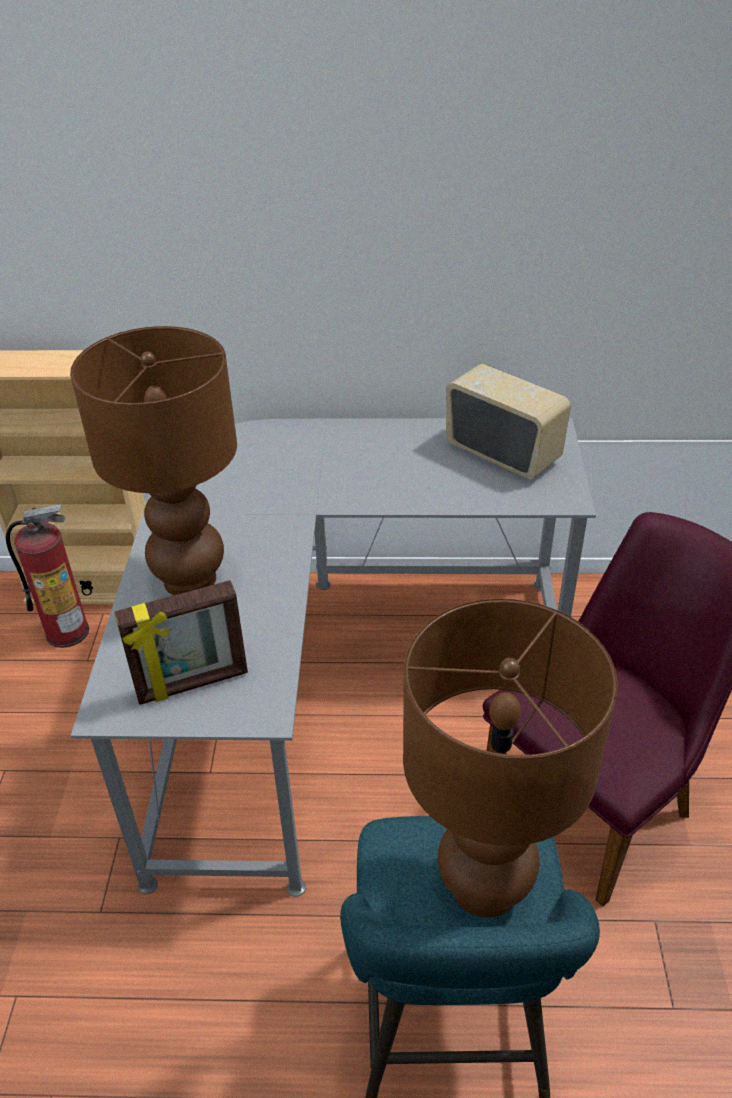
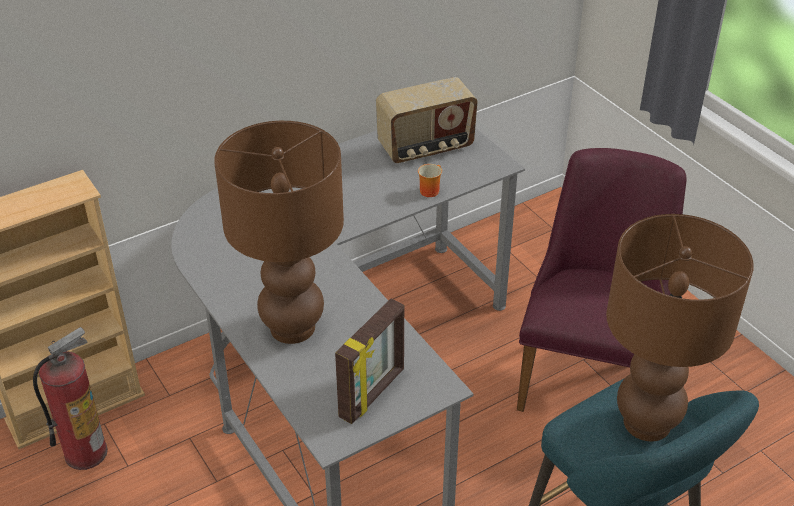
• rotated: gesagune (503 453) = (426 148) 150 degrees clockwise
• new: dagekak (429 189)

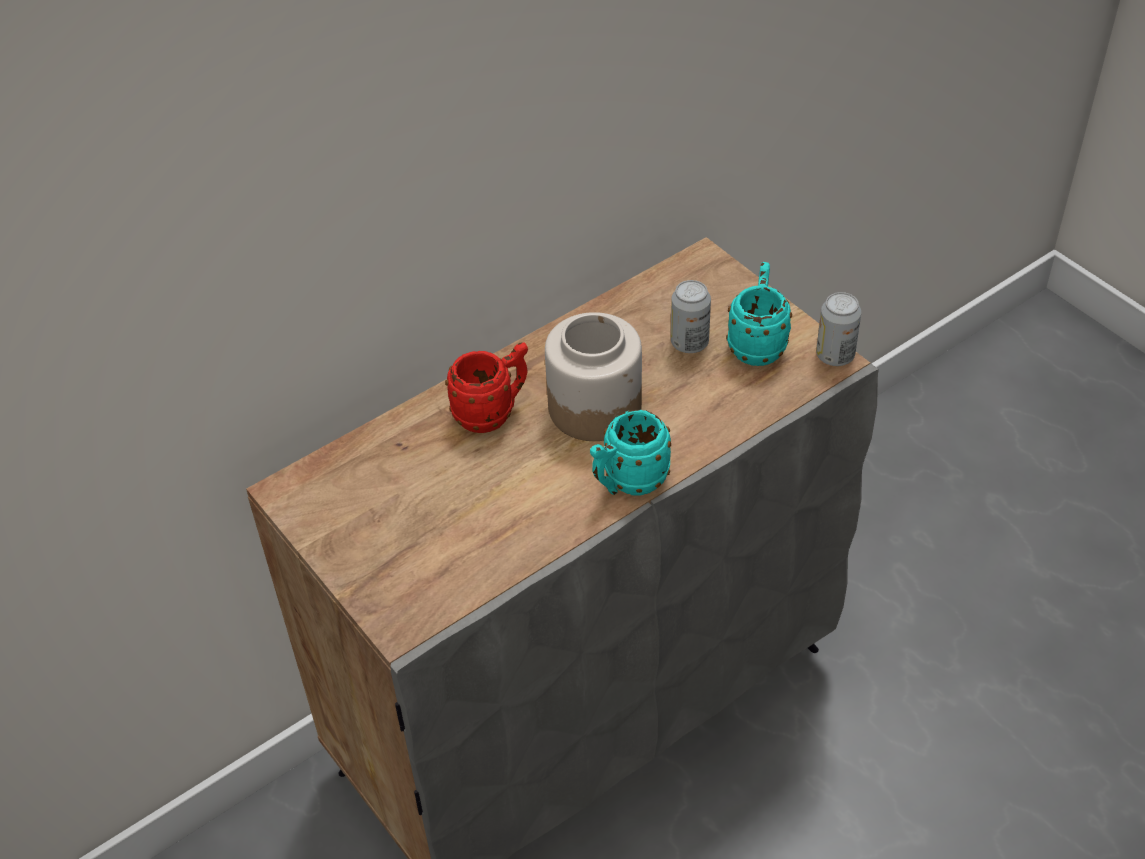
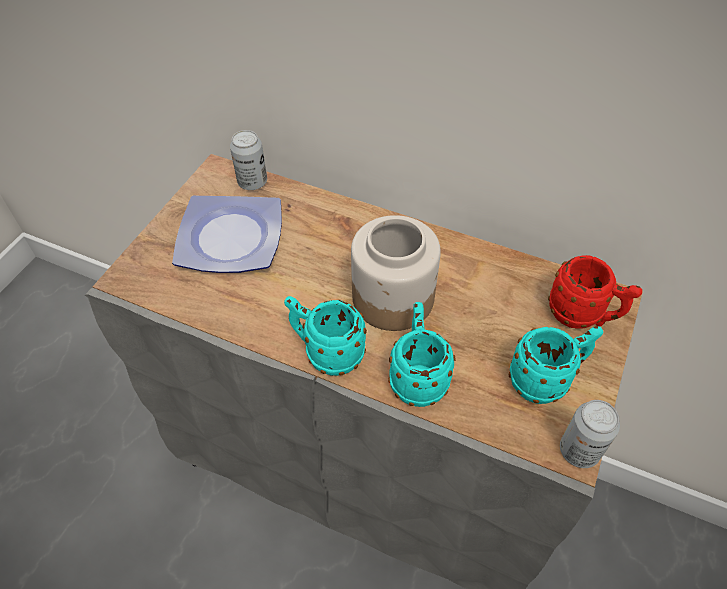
• shifted: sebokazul (689 343) to (252 182)
• shifted: red dagekak (492 412) to (582 316)
• new: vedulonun (233 237)
• new: turquoise dagekak (417 377)

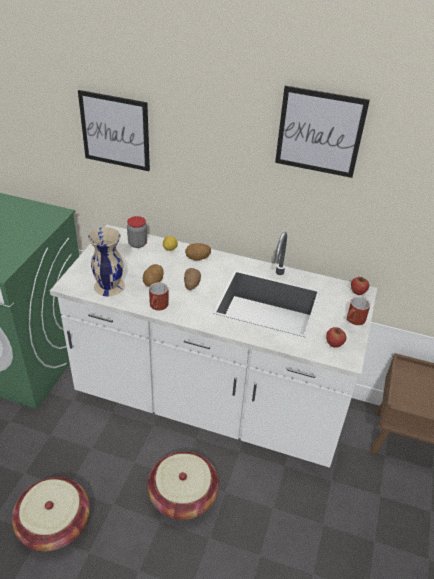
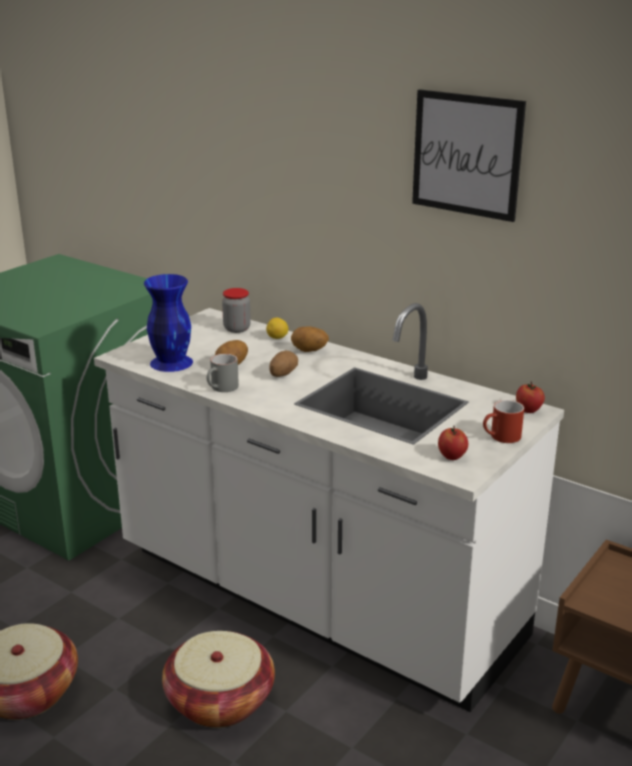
• gone: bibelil (115 131)
• repainted: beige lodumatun (108 286) to blue lodumatun (170 362)
• repainted: red dagekak (158 307) to grey dagekak (222 389)

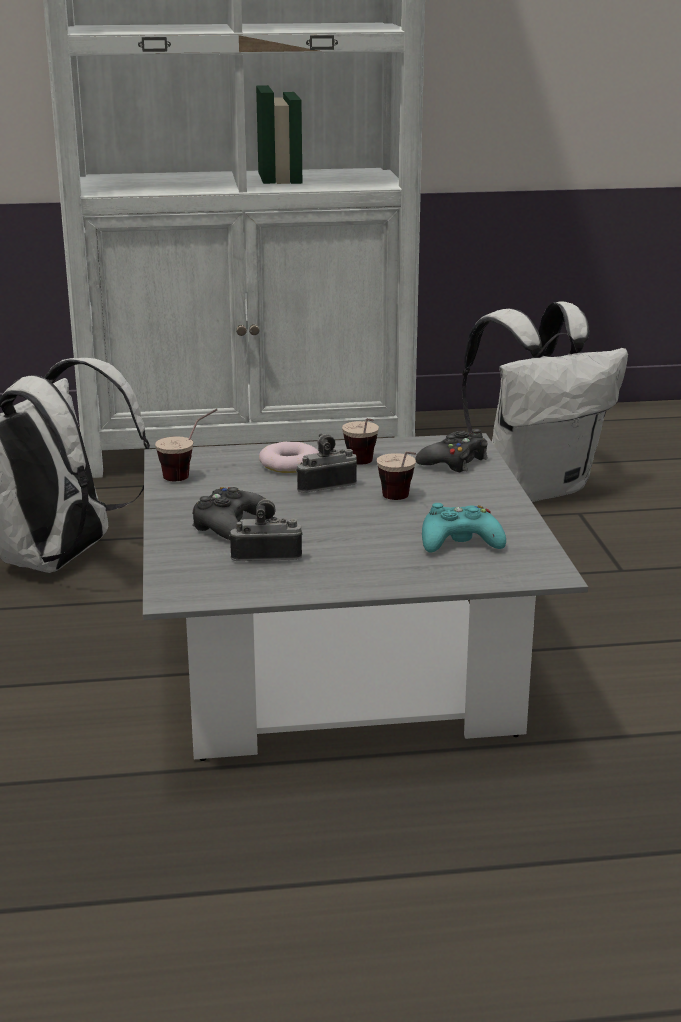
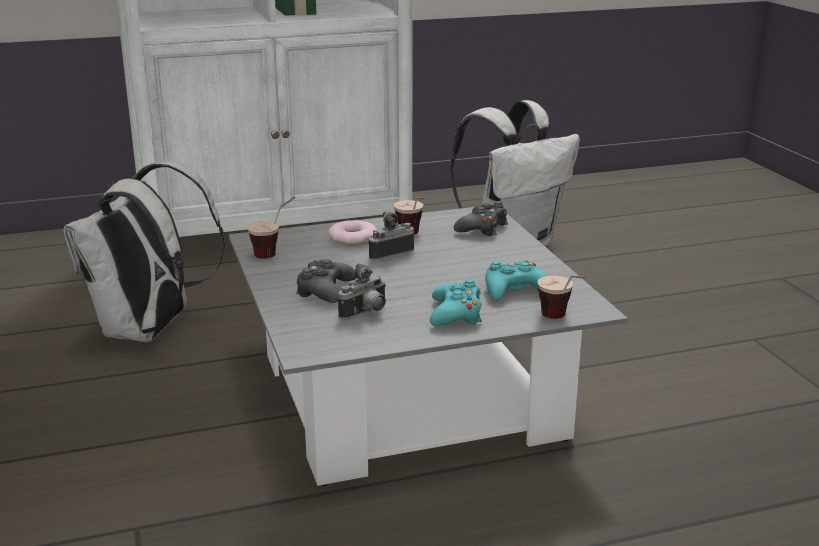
• shifted: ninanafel (401 502) to (561 320)
• rotated: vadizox (266 555) = (366 313) 150 degrees clockwise
• new: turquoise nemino (456 314)

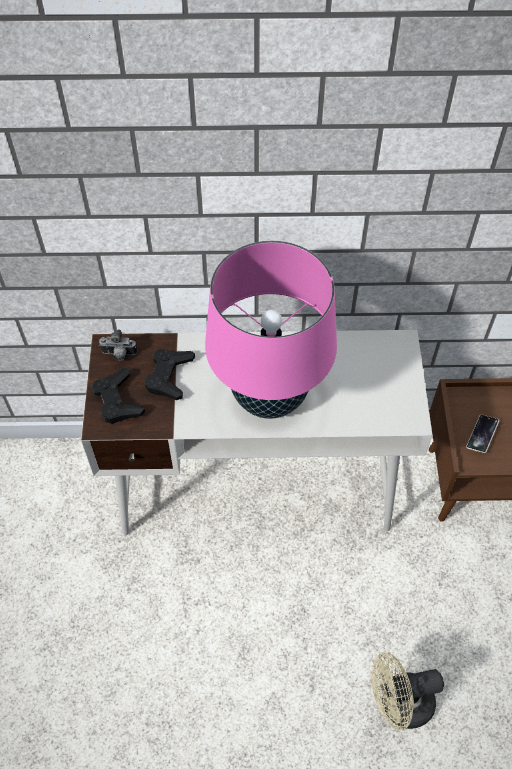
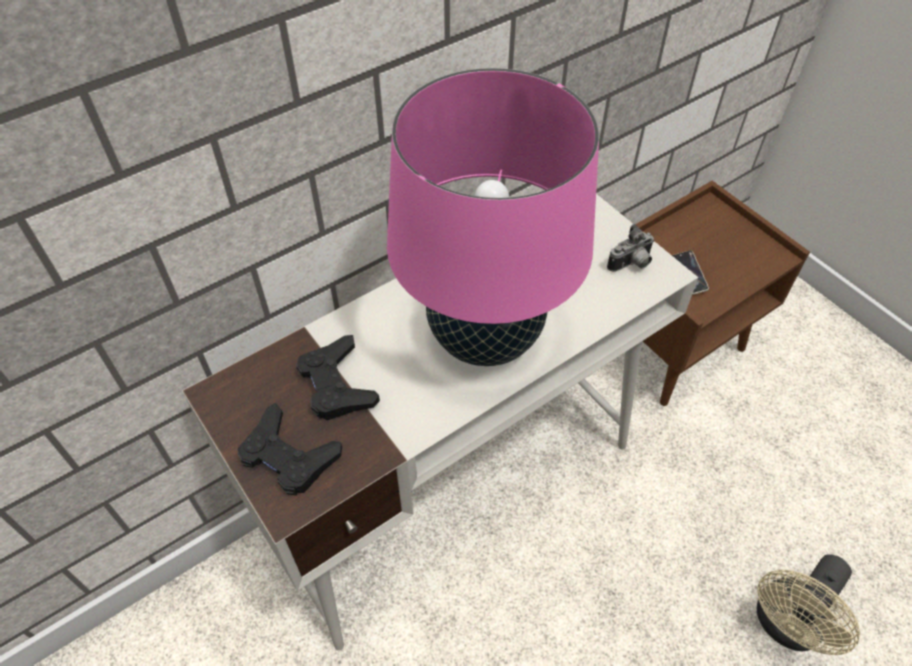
• shifted: vadizox (119 355) to (631 264)

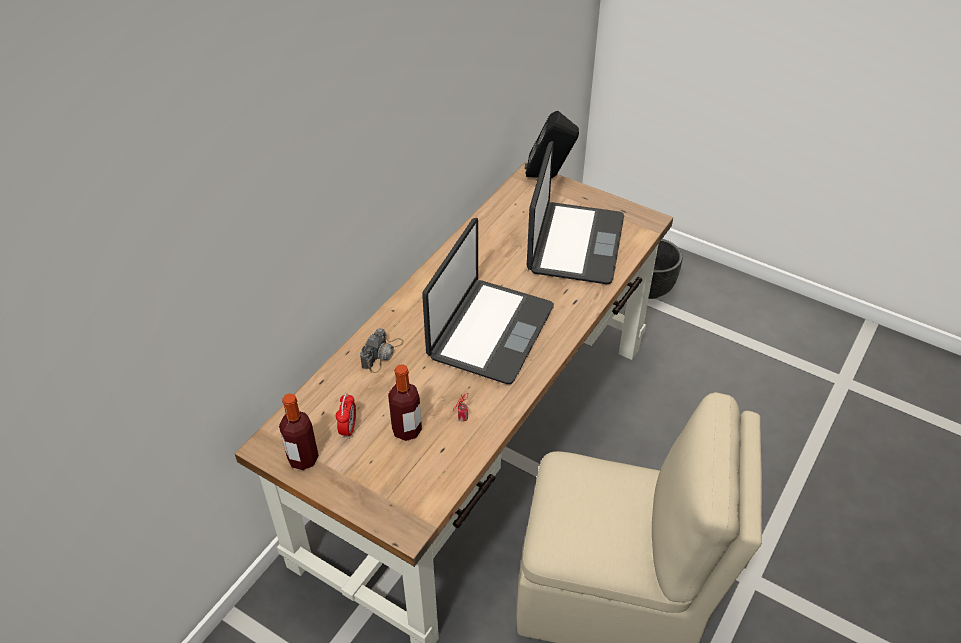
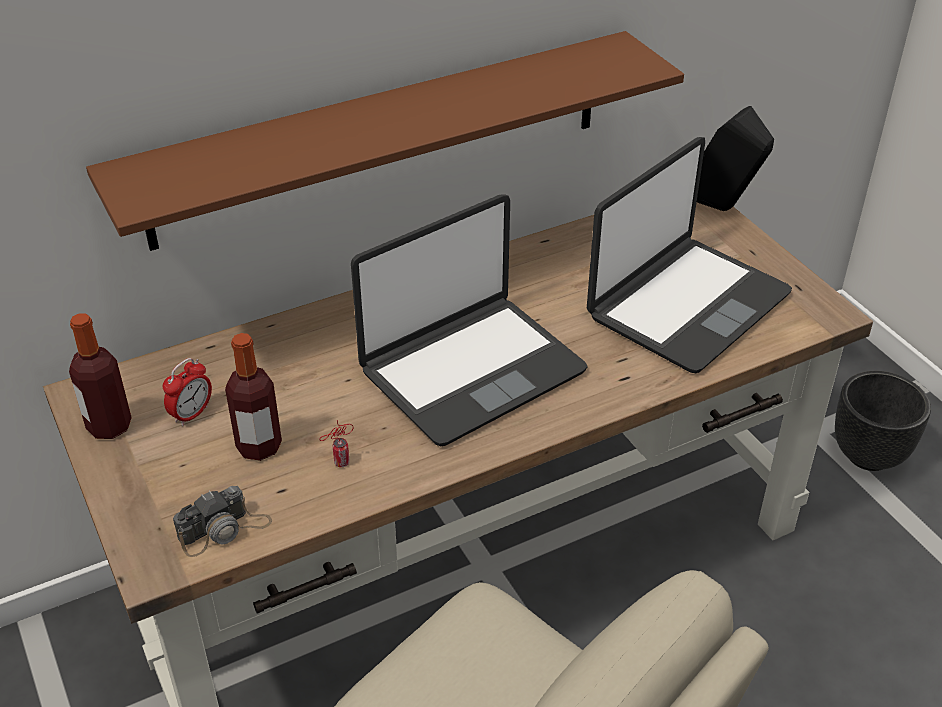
• shifted: vadizox (382 354) to (224 530)
• new: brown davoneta (381 139)

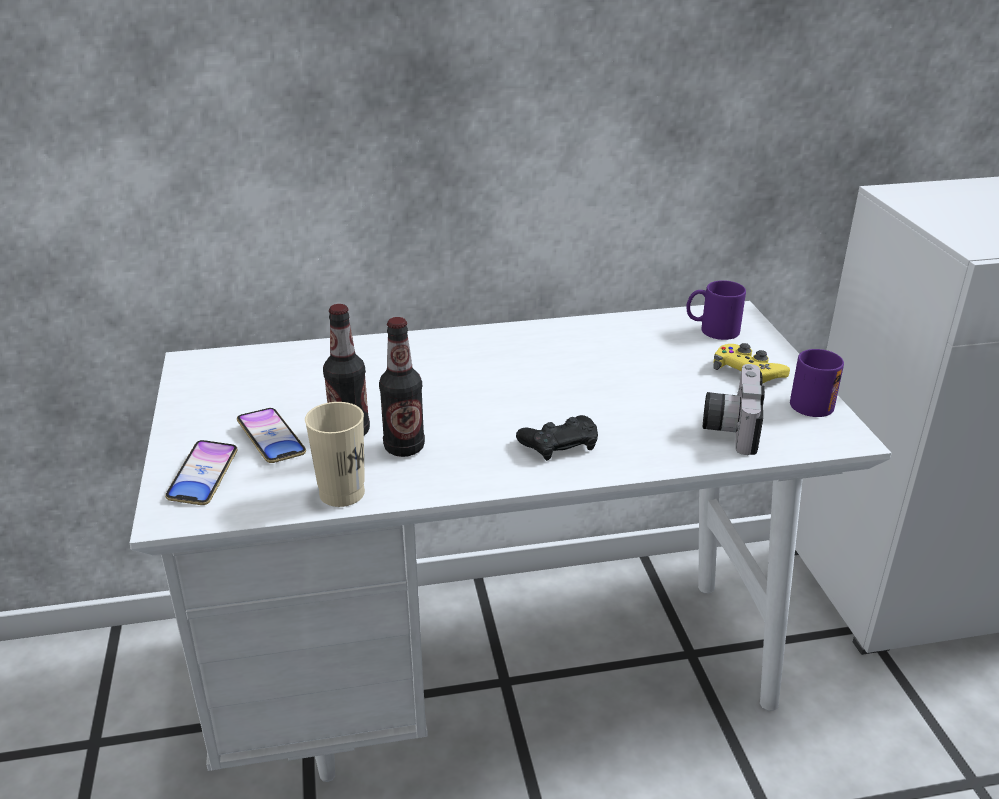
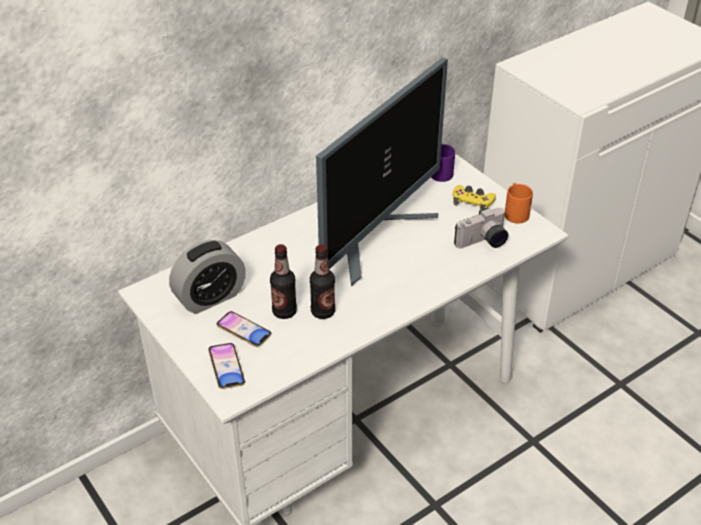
• repainted: purple dagekak (811 400) to orange dagekak (515 212)
• rotated: vadizox (729 426) = (483 242) 105 degrees counterclockwise
• gone: beige ninanafel (342 493)
• gone: black nemino (559 444)
• new: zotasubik (376 235)
• new: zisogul (210 297)

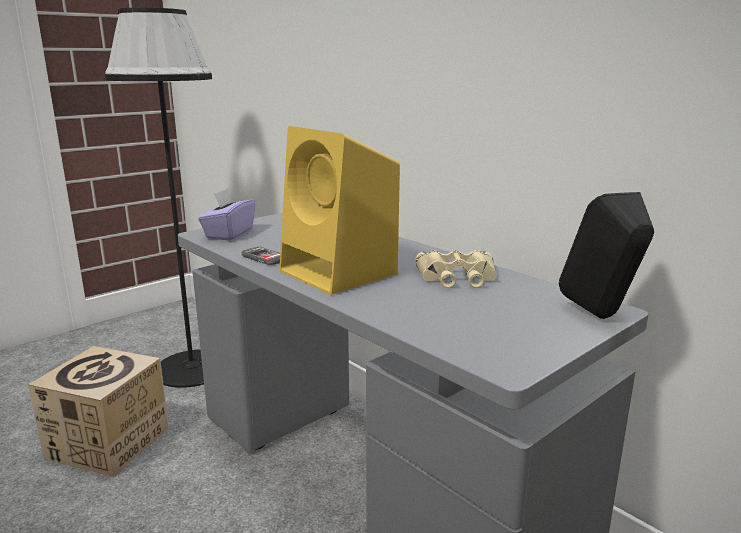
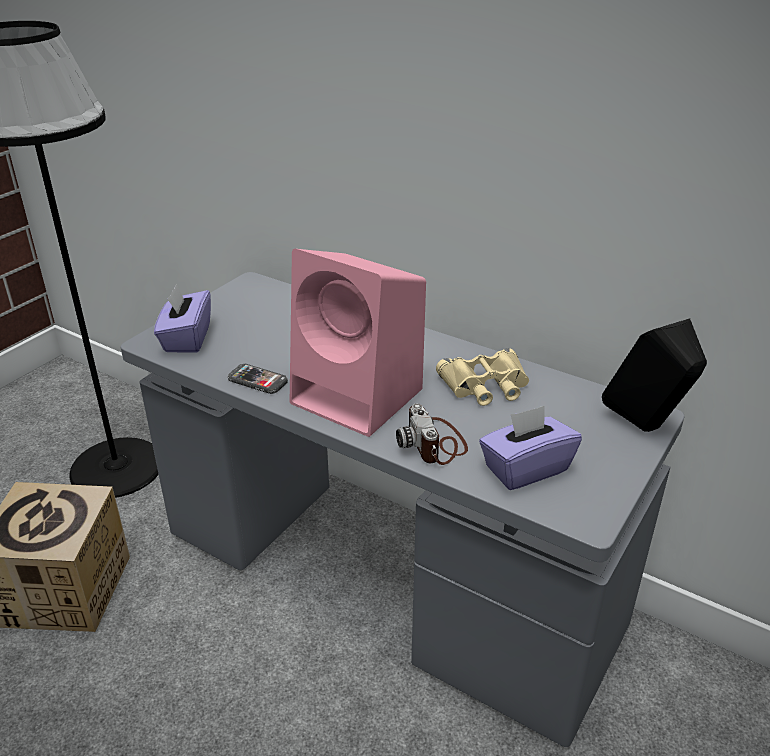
• repainted: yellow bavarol (341 273) to pink bavarol (360 397)
• new: vadizox (434 443)
• new: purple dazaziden (525 468)

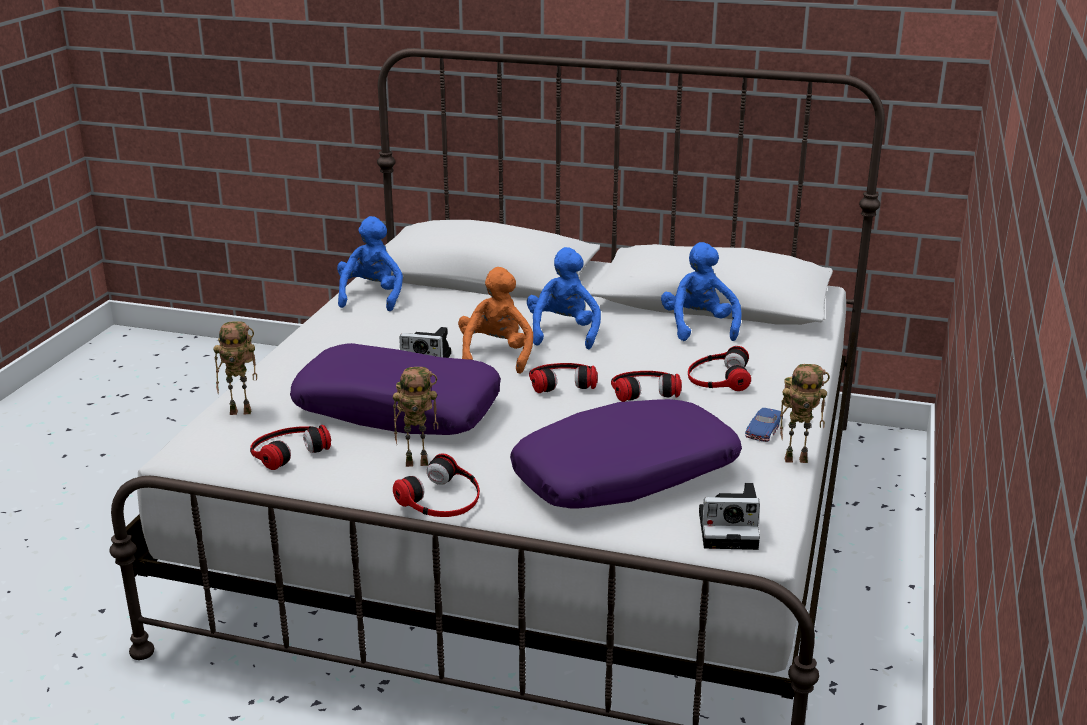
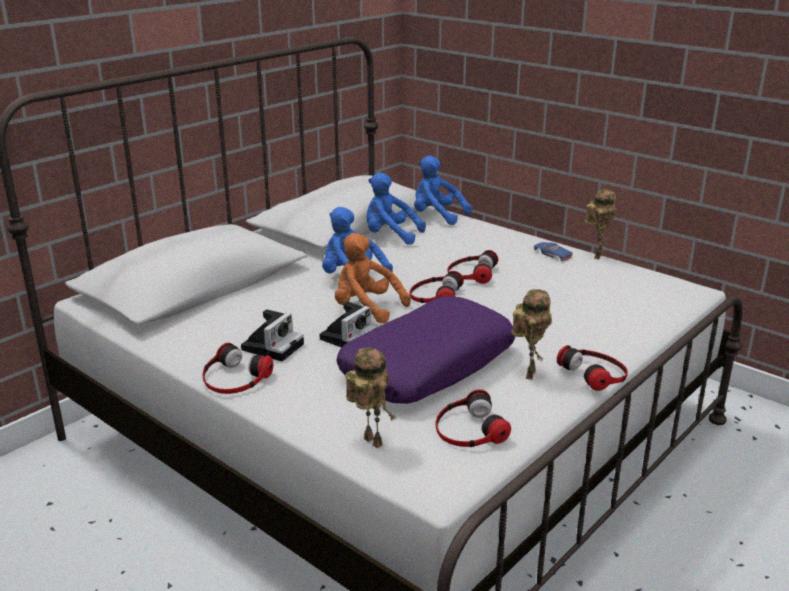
• shifted: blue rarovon (371 296) to (436 216)
• rotated: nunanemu (242 411) = (369 442) 60 degrees counterclockwise
• shifted: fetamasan (718 377) to (234 378)
• gone: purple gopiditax (625 476)
• shifted: vadizox (731 529) to (273 346)

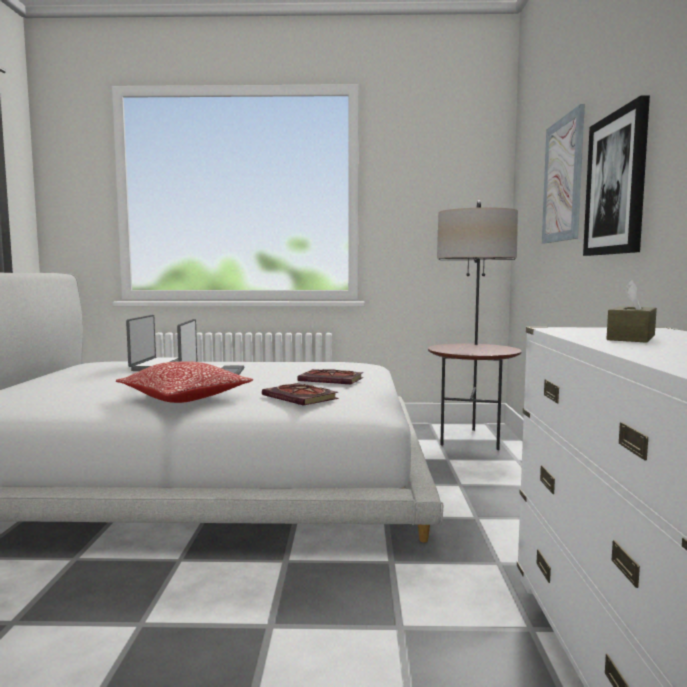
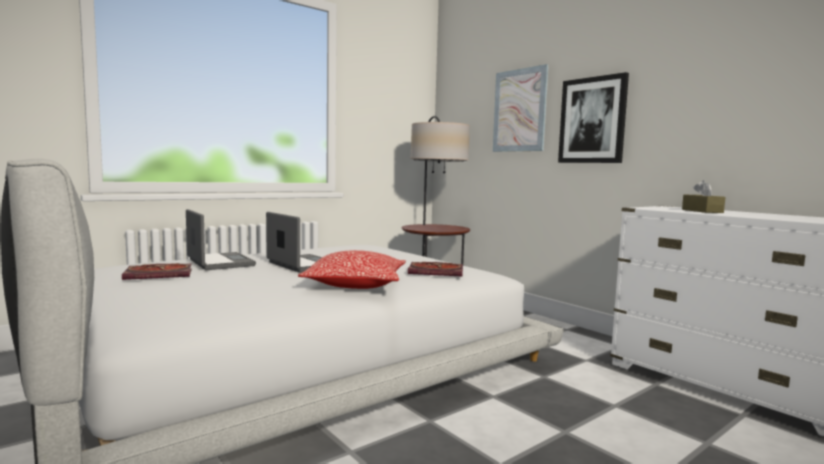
• shifted: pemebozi (332 380) to (161 274)

